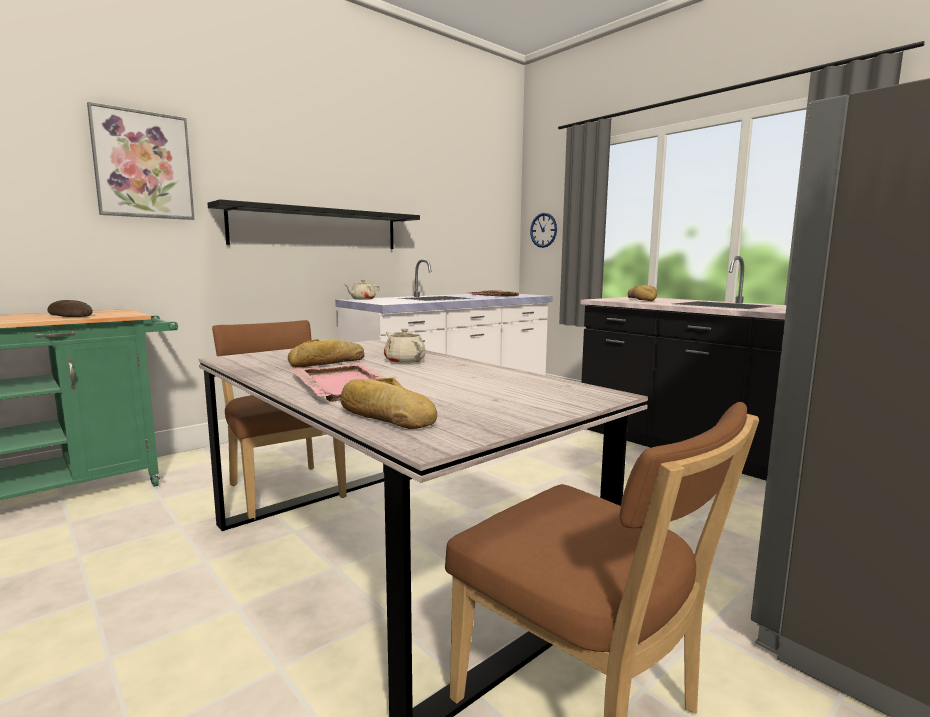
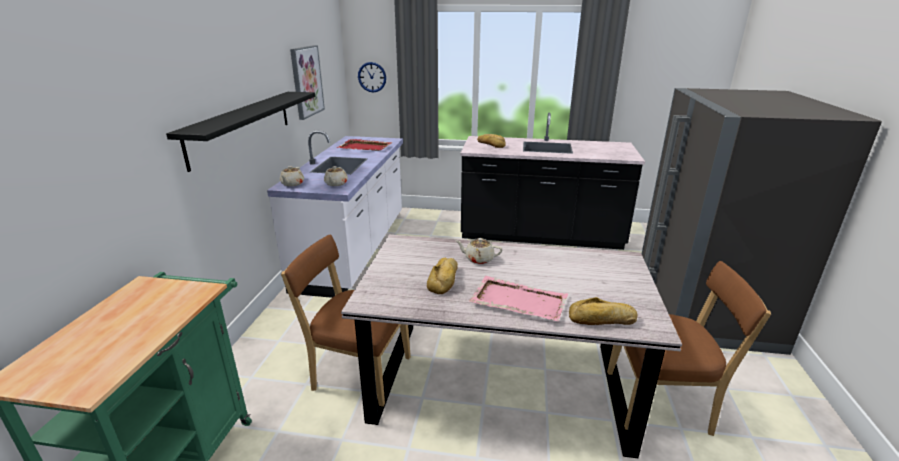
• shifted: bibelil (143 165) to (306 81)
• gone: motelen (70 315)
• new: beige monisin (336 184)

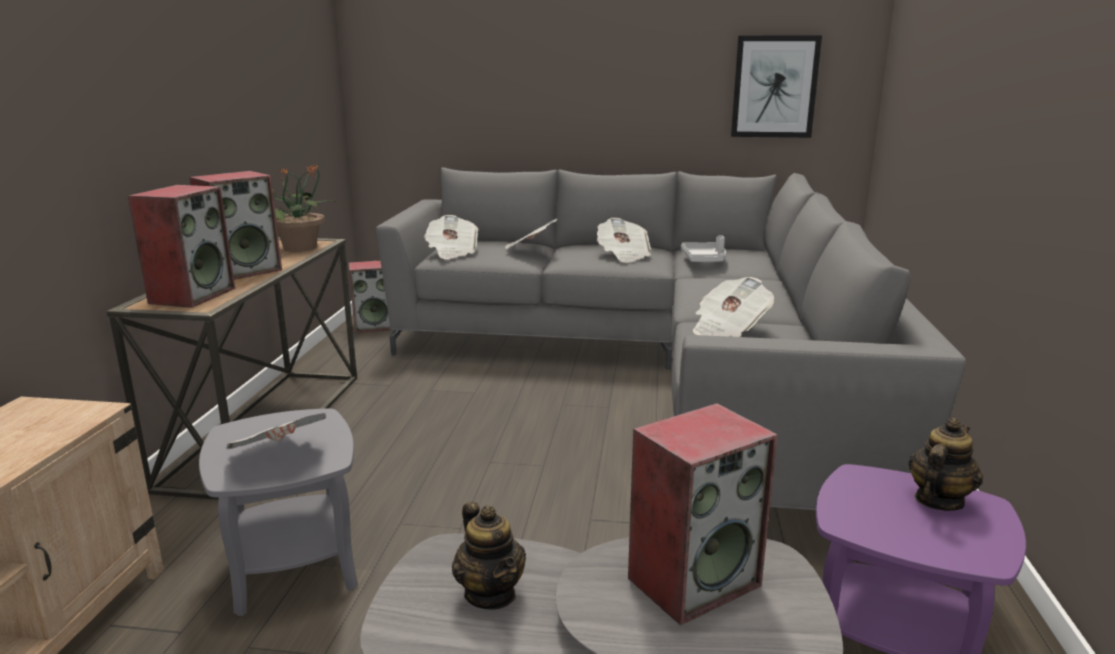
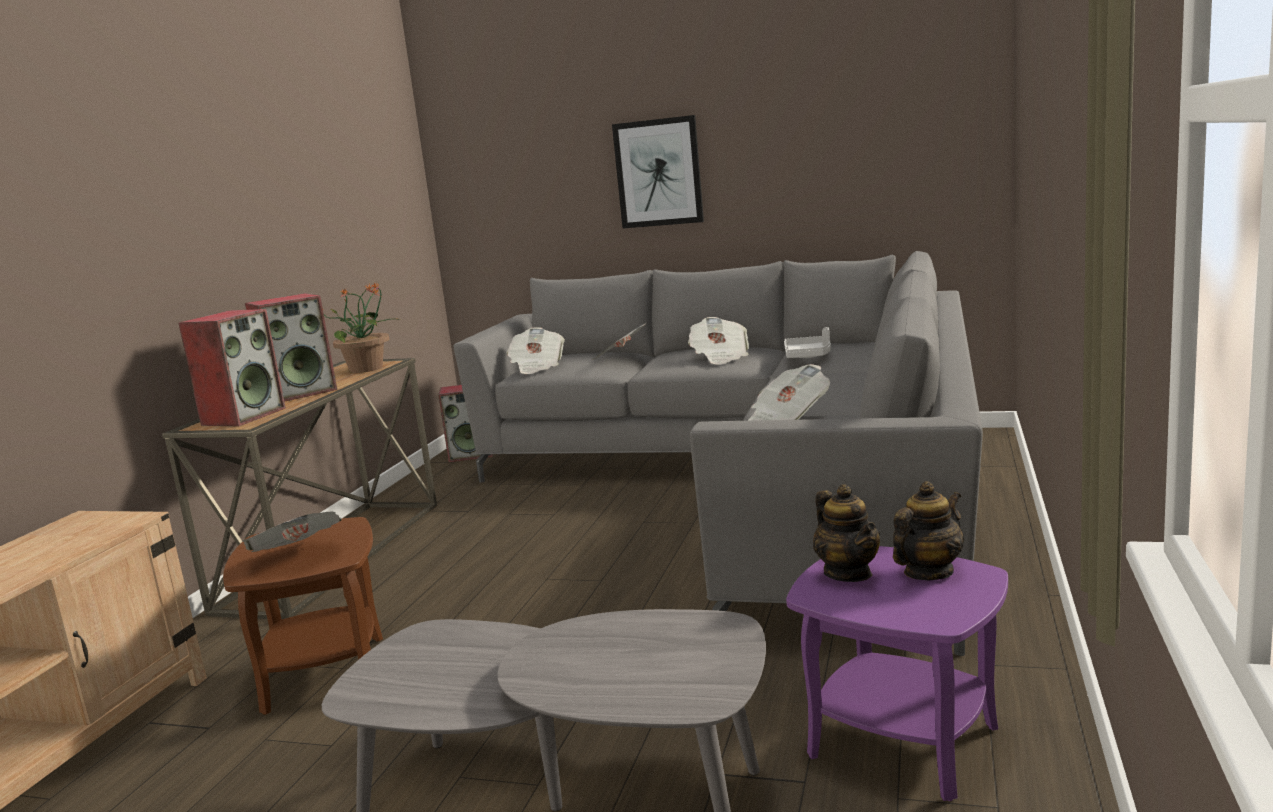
• shifted: bibelil (774 87) to (658 173)
• gone: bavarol (694 580)
• repainted: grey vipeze (293 566) to brown vipeze (325 674)
• shifted: monisin (490 594) to (848 573)

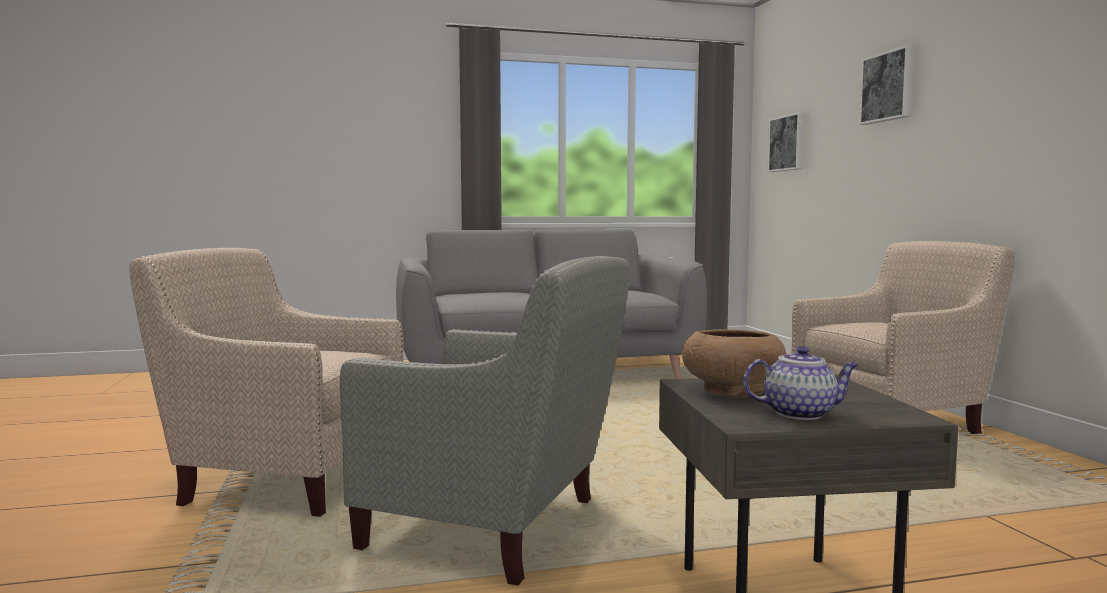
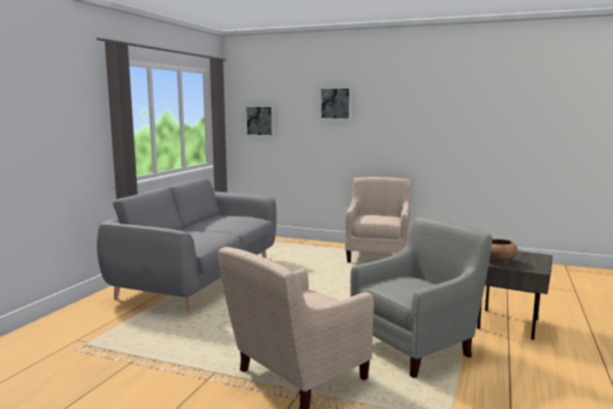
• gone: monisin (800 413)

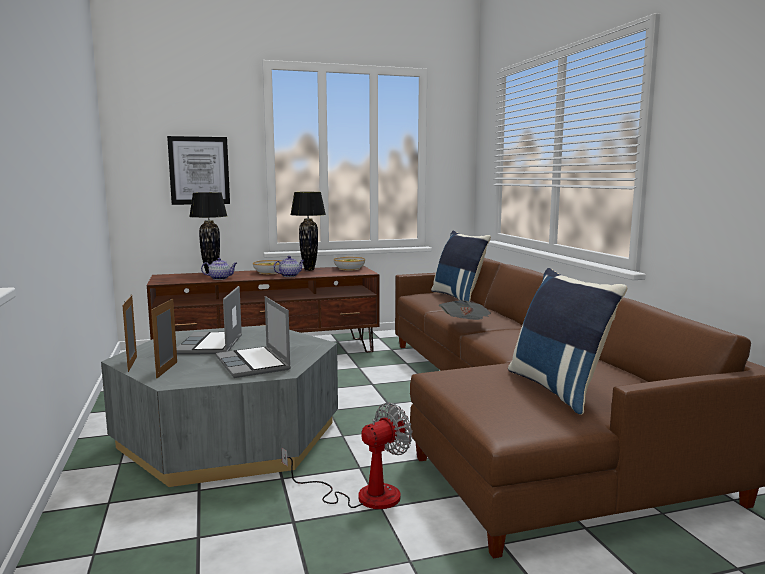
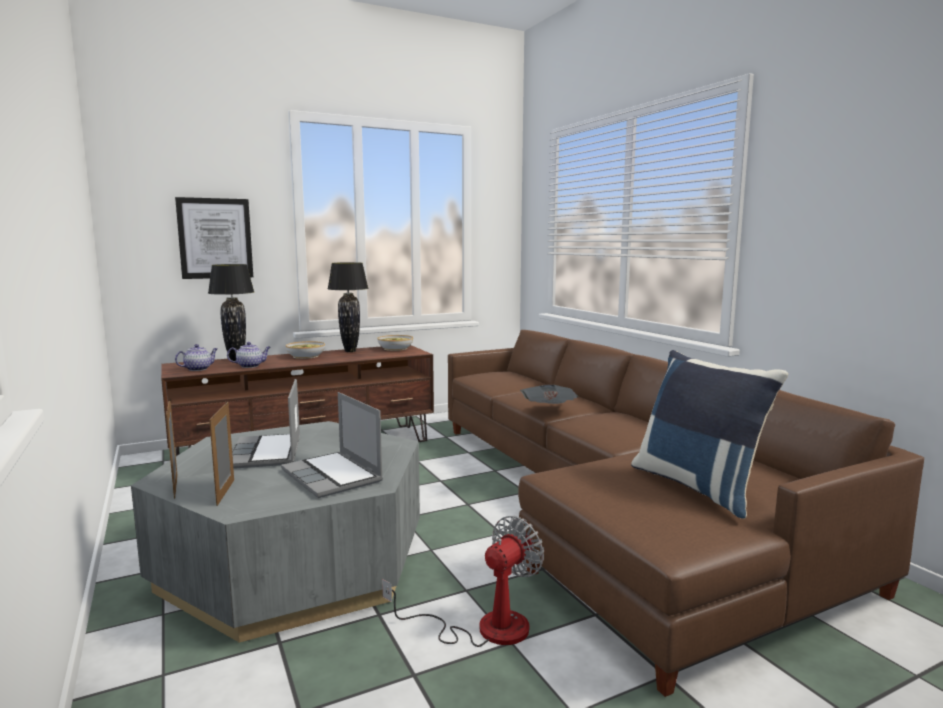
• gone: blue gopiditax (459 297)
• shifted: monisin (289 276) to (198 369)

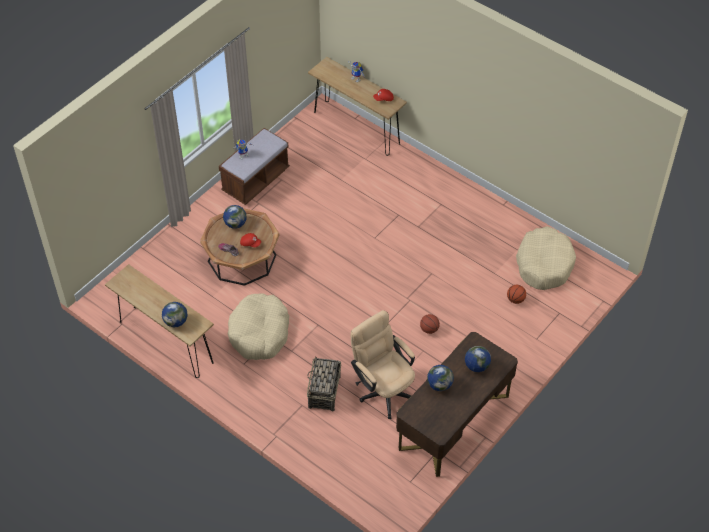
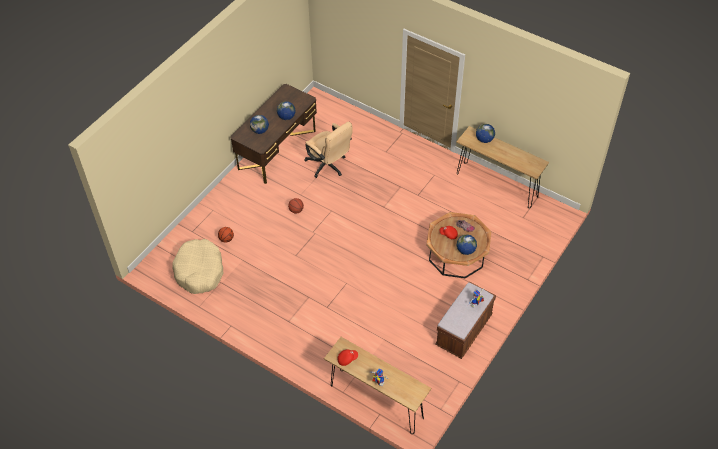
• gone: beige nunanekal (259 333)
• gone: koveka (324 392)

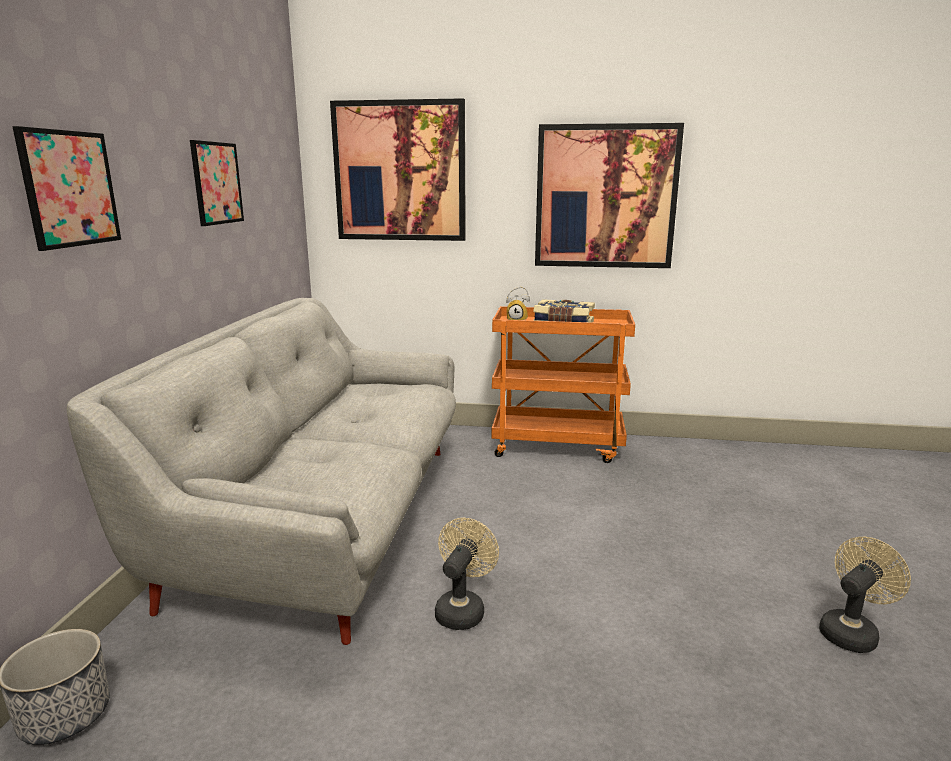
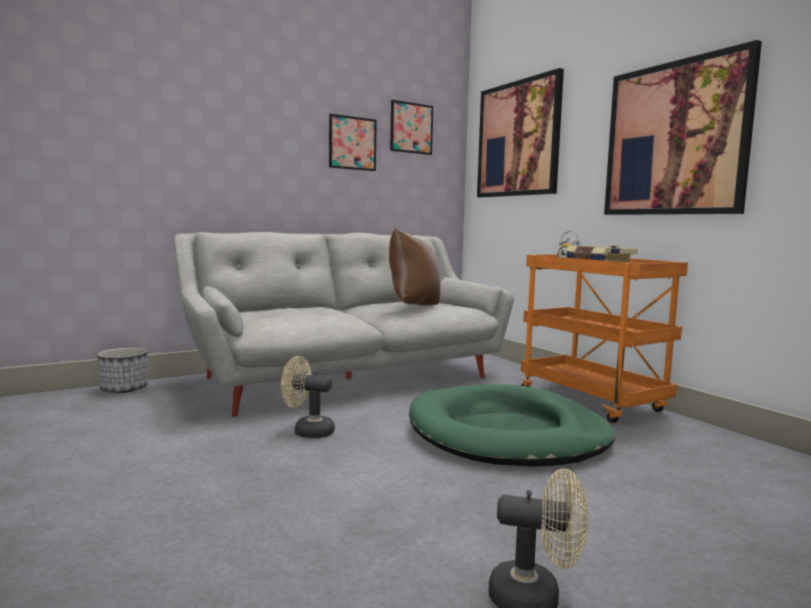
• shifted: bibelil (70 189) to (411 128)
• rotated: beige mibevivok (462 609) = (307 431) 150 degrees counterclockwise
• new: brown gopiditax (413 306)
• new: green nunanekal (507 433)

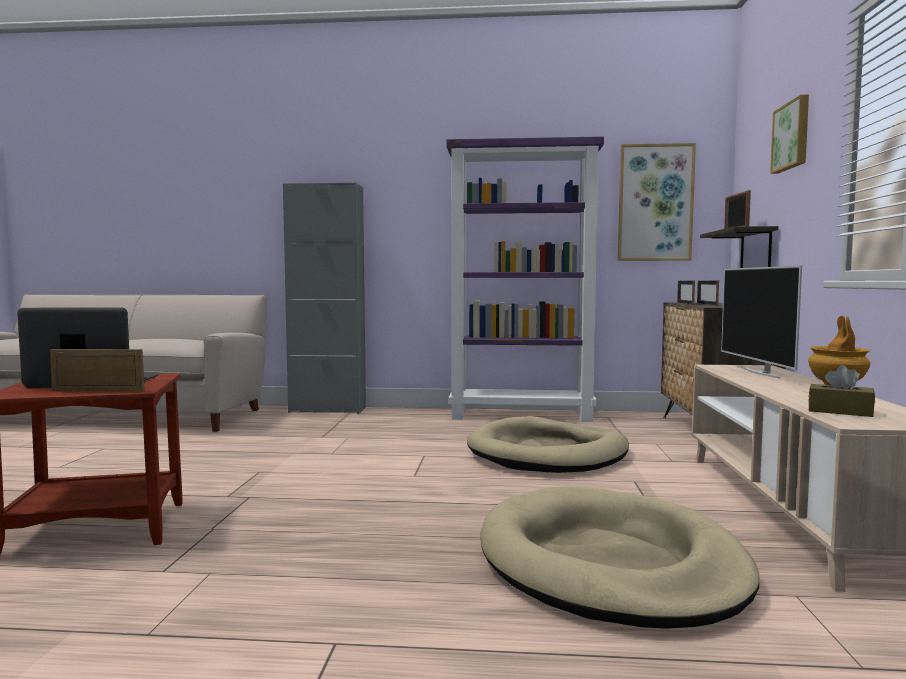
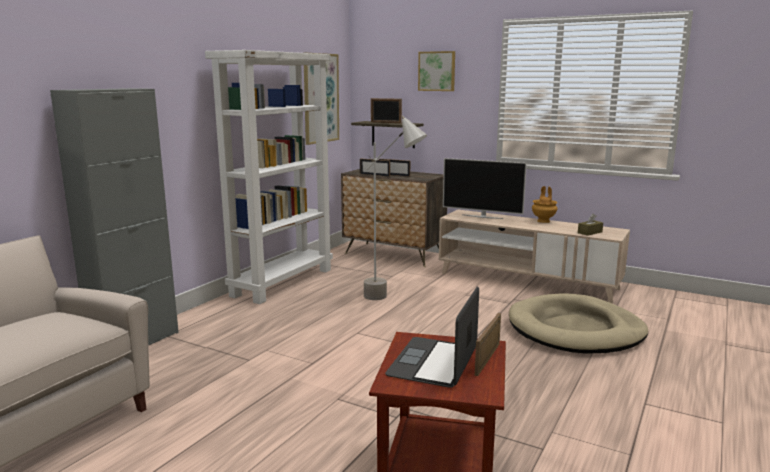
• repainted: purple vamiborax (522 415) to white vamiborax (282 282)
• swapped: beige nunanekal (548 453) to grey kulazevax (392 299)

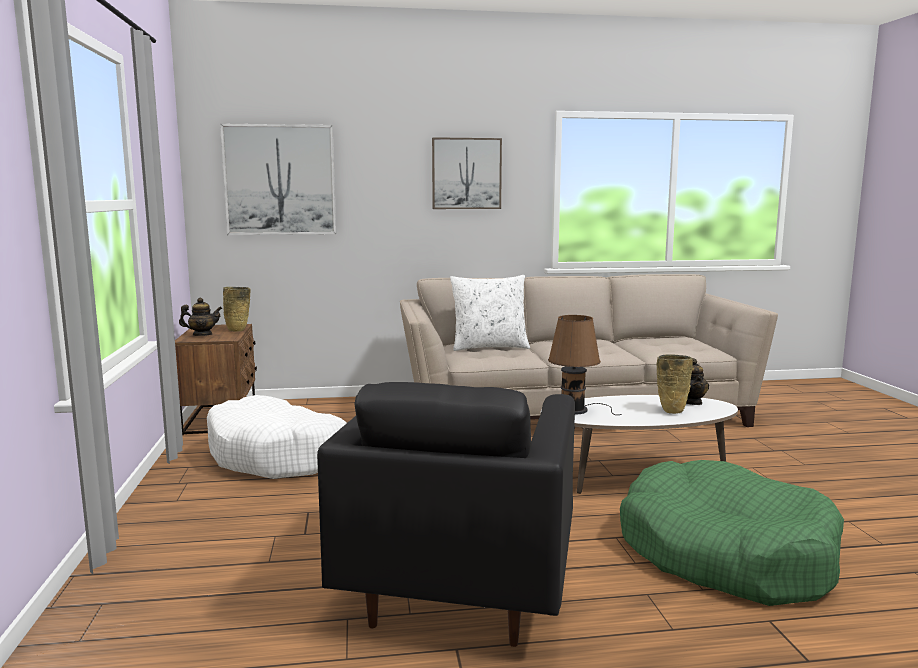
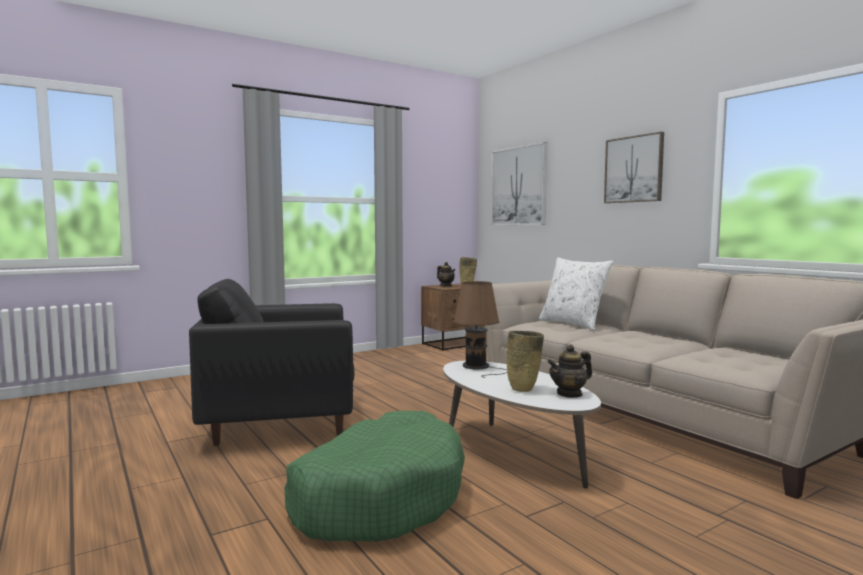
• gone: white nunanekal (278 456)

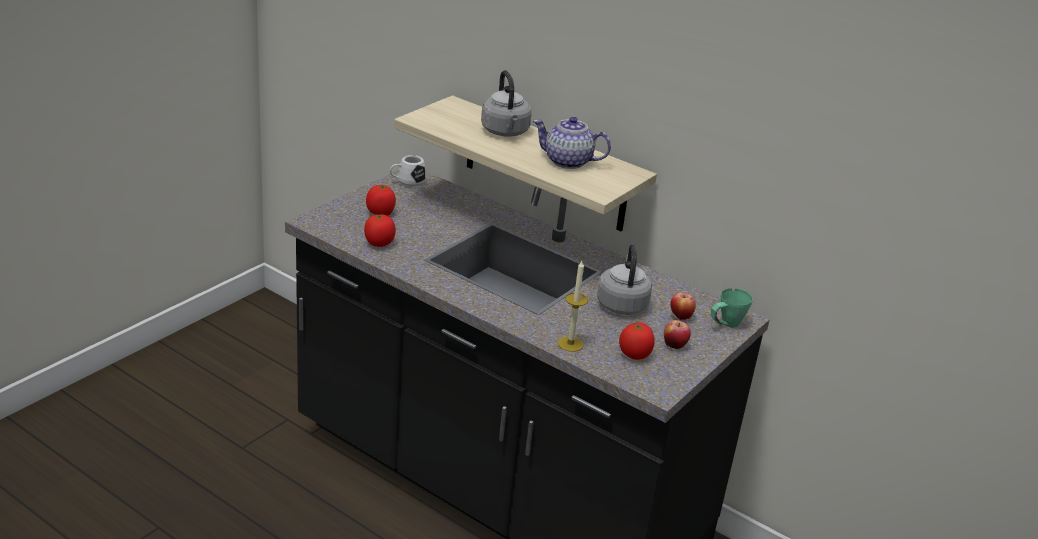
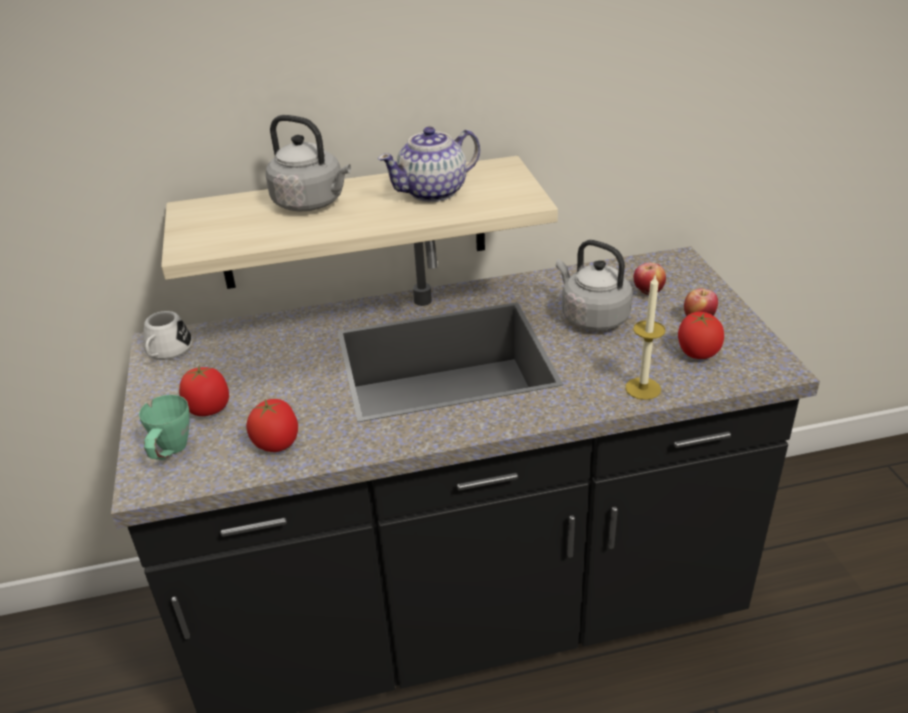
• shifted: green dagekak (725 325) to (170 453)

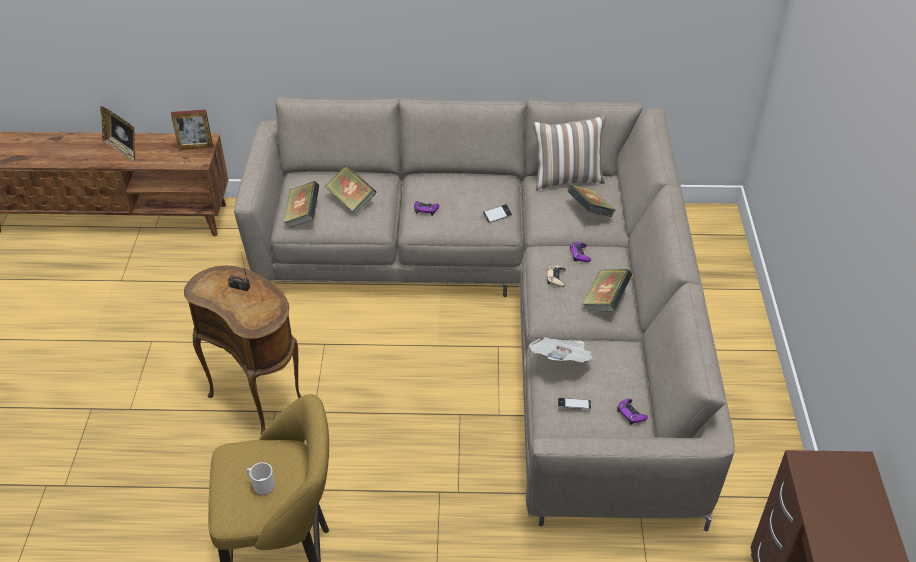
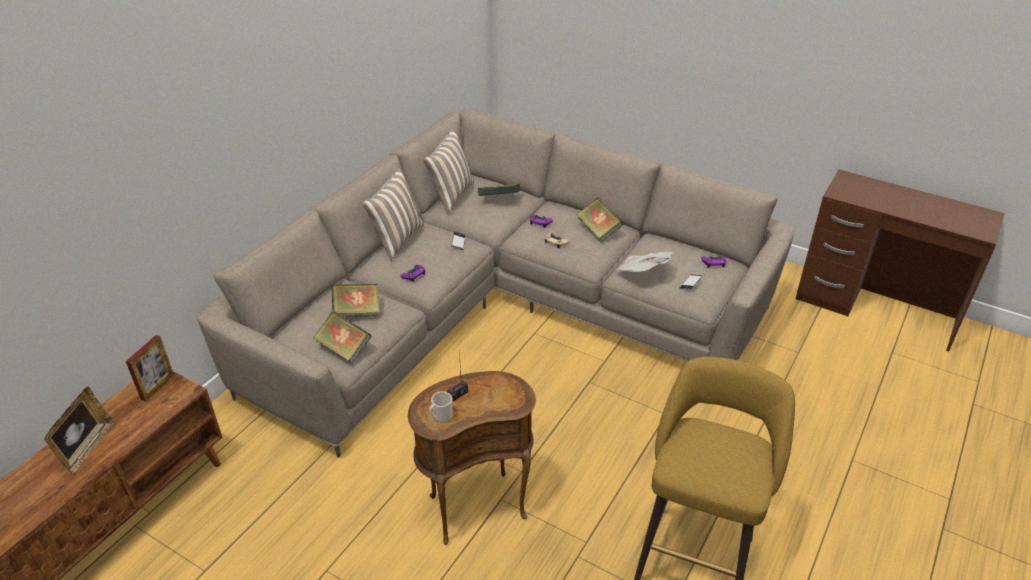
• rotated: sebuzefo (123 150) = (87 447) 60 degrees counterclockwise
• shifted: dagekak (262 486) to (441 416)
• new: gopiditax (396 240)

